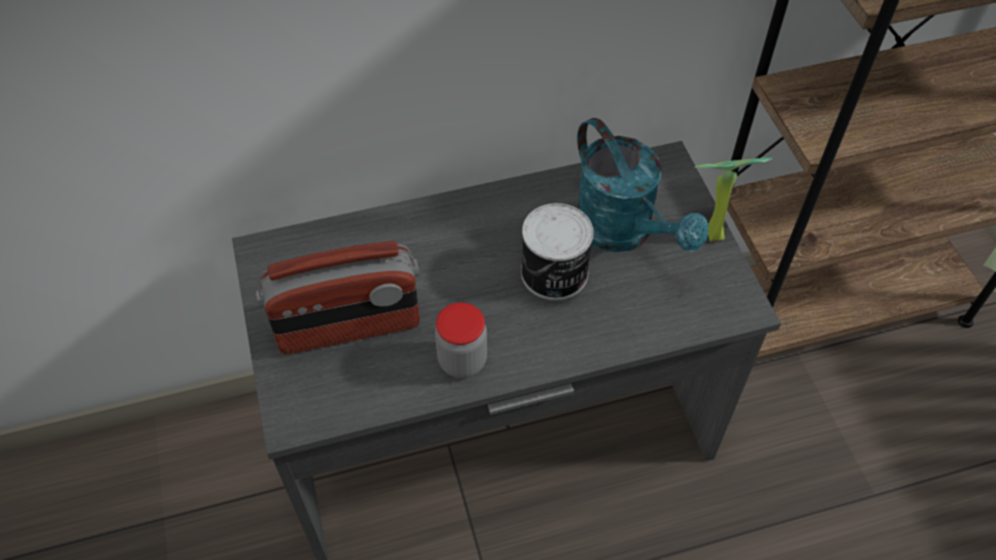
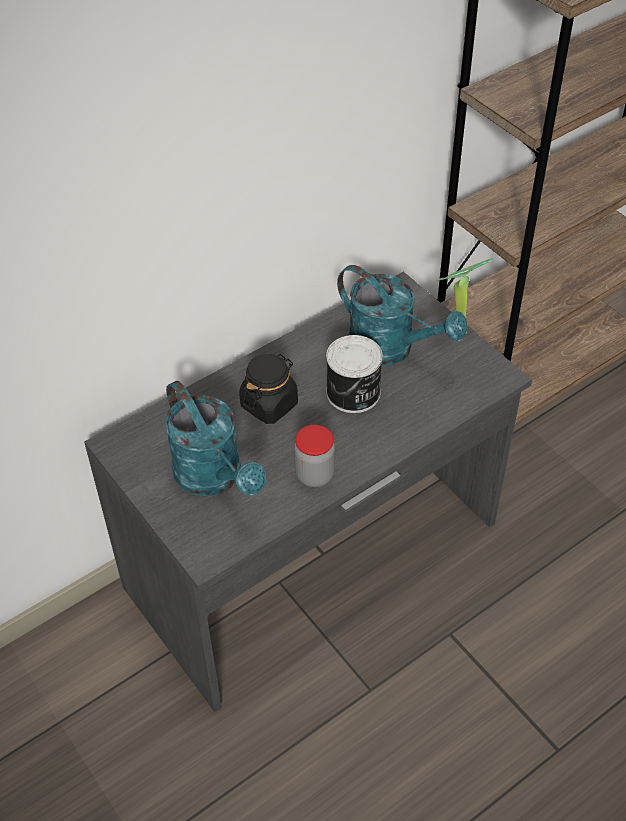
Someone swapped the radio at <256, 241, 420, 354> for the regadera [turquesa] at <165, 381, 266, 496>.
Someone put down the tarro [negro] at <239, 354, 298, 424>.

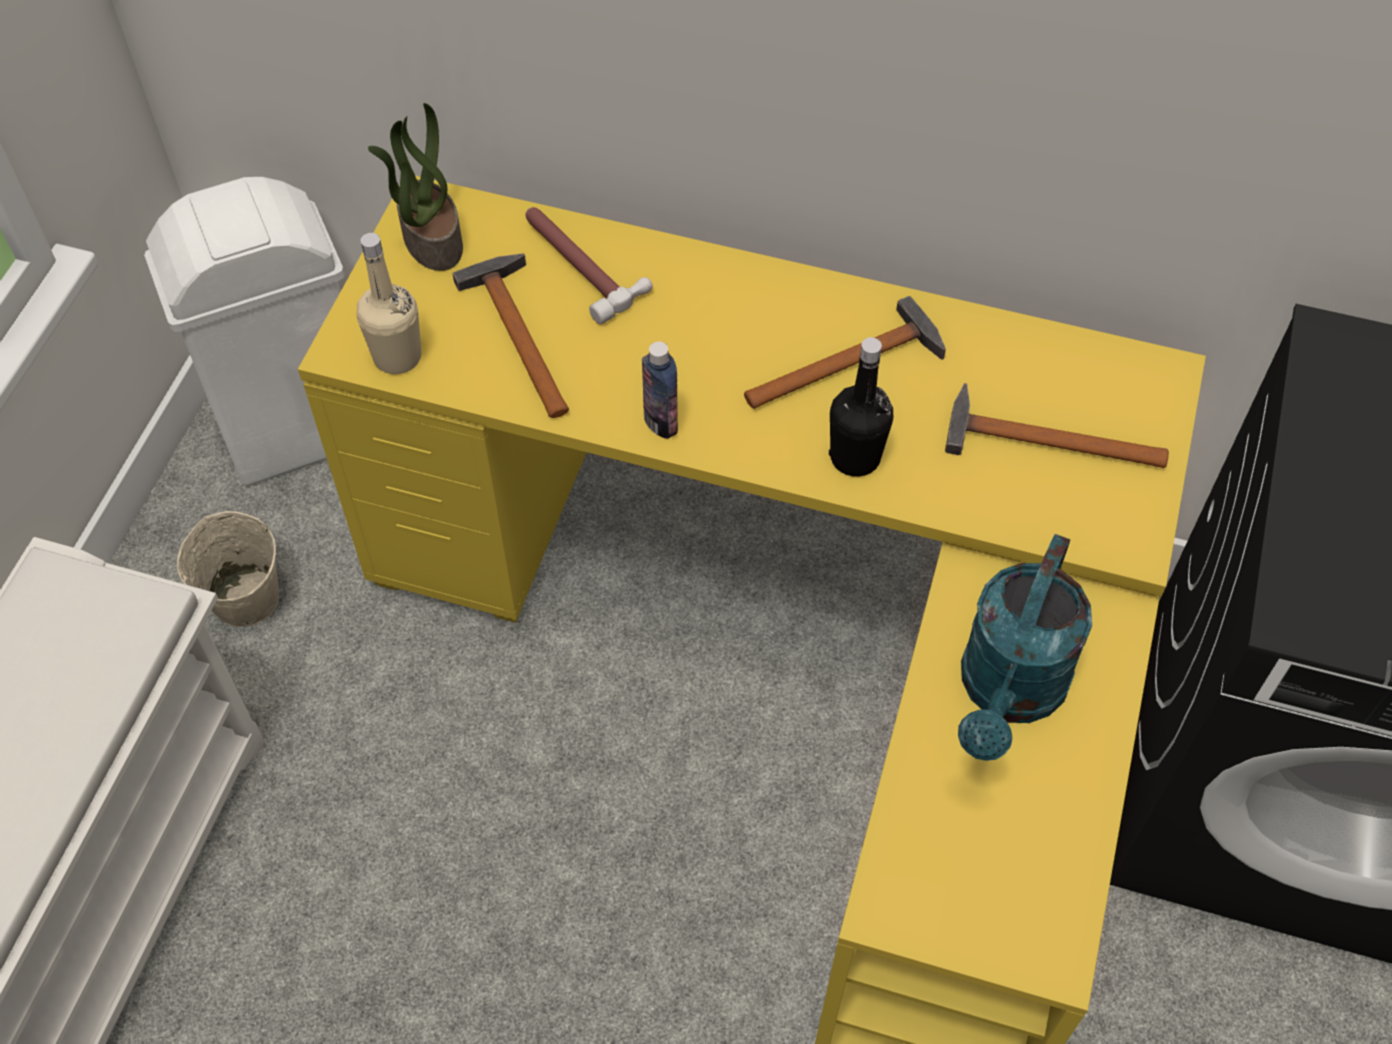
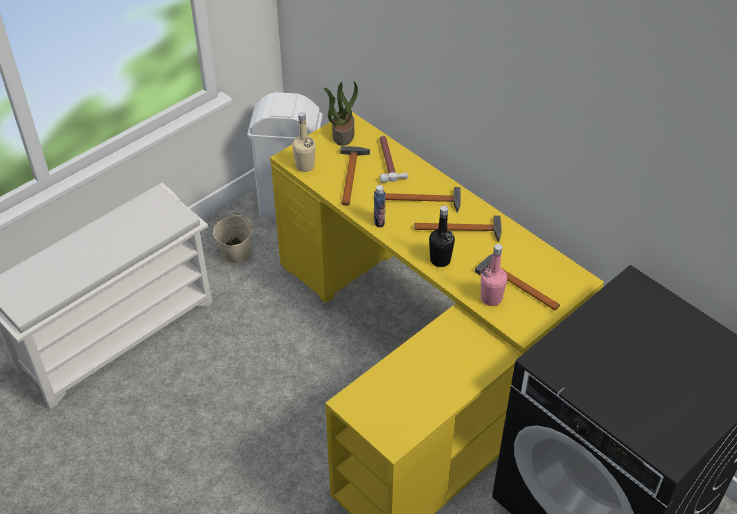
Someone took away the regadera [turquesa] at <958, 534, 1092, 761>.
Someone put down the martillo at <385, 187, 461, 213>.
Someone put down the botella [rosa] at <481, 244, 507, 306>.

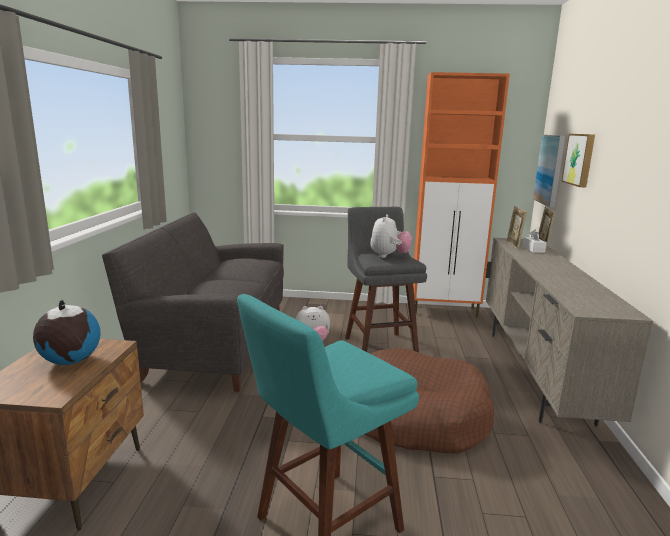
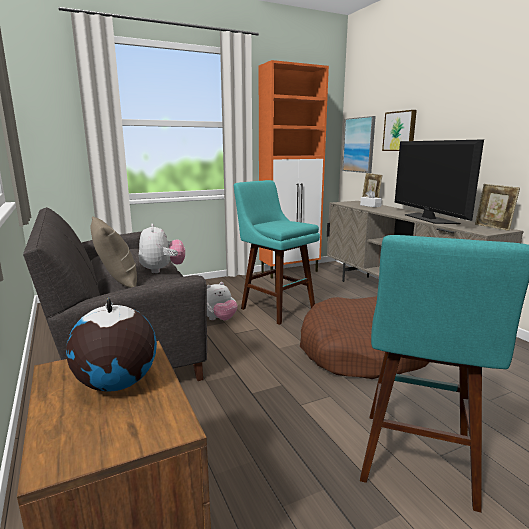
Someone repainted the taburete [gris] at <345, 207, 427, 353>, which became the taburete [turquesa] at <234, 180, 320, 325>.
Someone carried the peluche from <370, 214, 412, 258> to <139, 223, 185, 273>.
Someone carried the portarretratos from <506, 206, 527, 249> to <475, 184, 520, 231>.
Someone put down the cojín [beis] at <91, 216, 137, 288>.
Someone put down the televisor at <395, 139, 484, 224>.

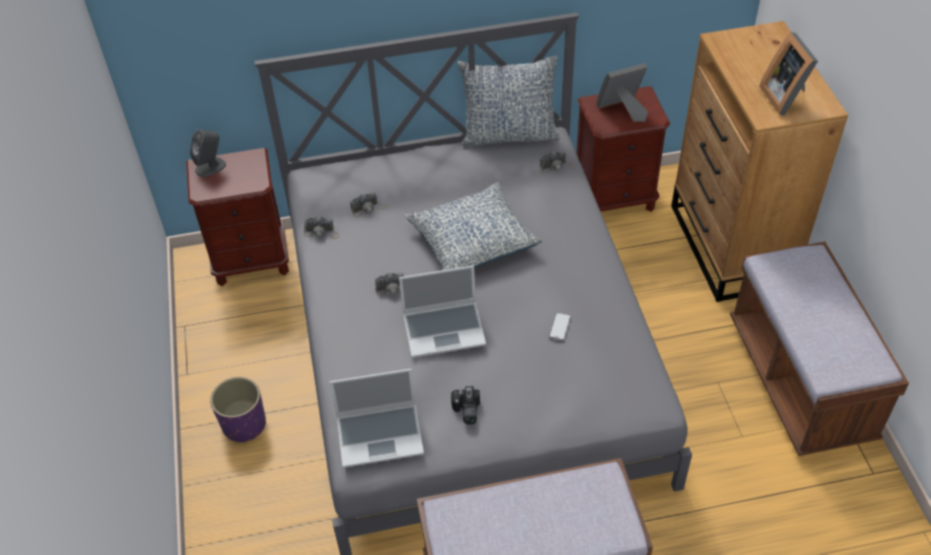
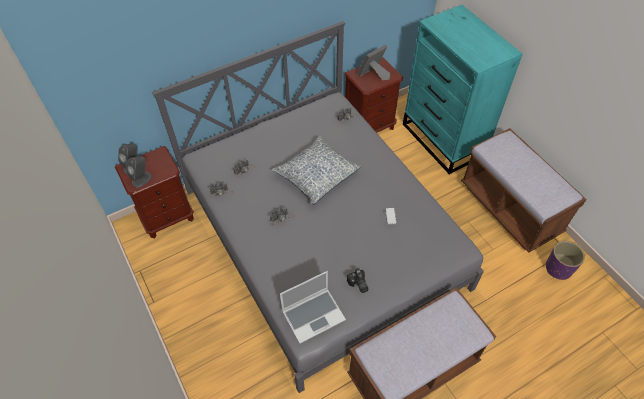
Someone carried the maceta [morado] from <210, 377, 266, 443> to <546, 241, 585, 280>.
Someone took away the portátil at <399, 265, 486, 358>.
Someone took away the cojín at <457, 55, 560, 146>.
Someone repainted the cómoda [marrón] at <671, 21, 848, 302>, which became the cómoda [turquesa] at <403, 5, 522, 174>.
Someone took away the portarretratos at <759, 32, 818, 115>.
Someone put down the altavoz [gris] at <127, 156, 152, 187>.

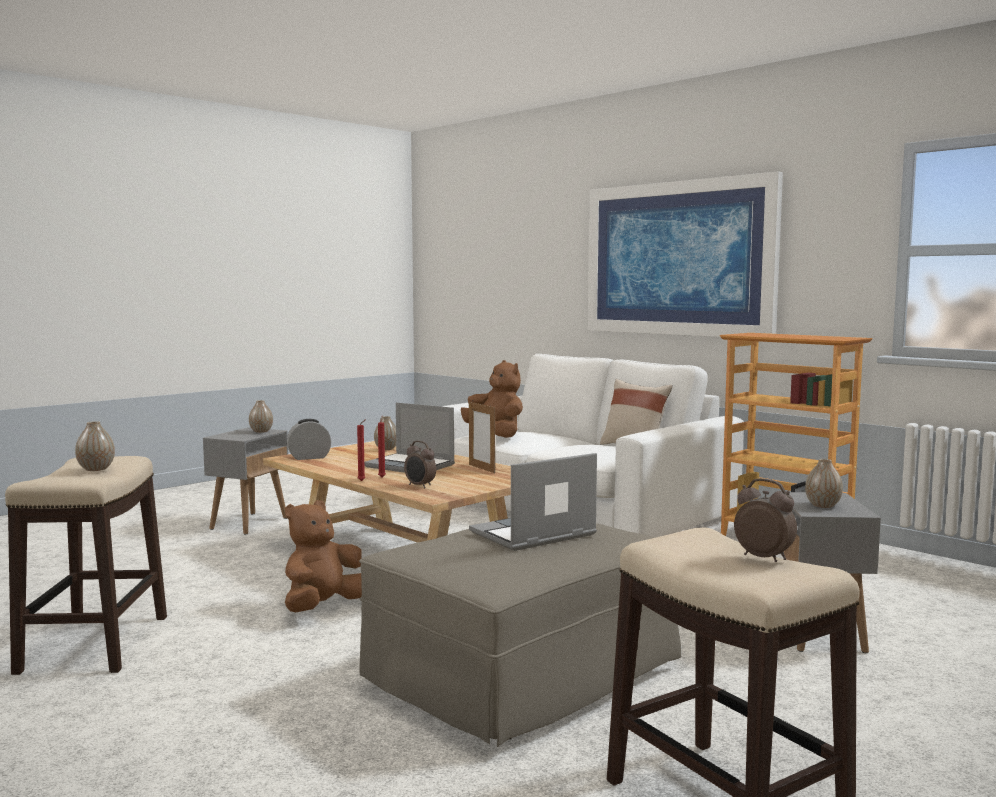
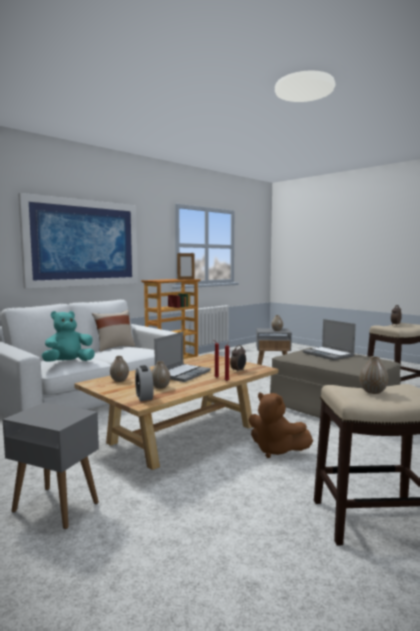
Someone carried the florero from <249, 400, 273, 433> to <152, 361, 170, 389>.
Someone repainted the peluche [marrón] at <461, 360, 523, 438>, which became the peluche [turquesa] at <42, 311, 95, 362>.
Someone carried the portarretratos from <469, 400, 495, 473> to <177, 252, 195, 280>.

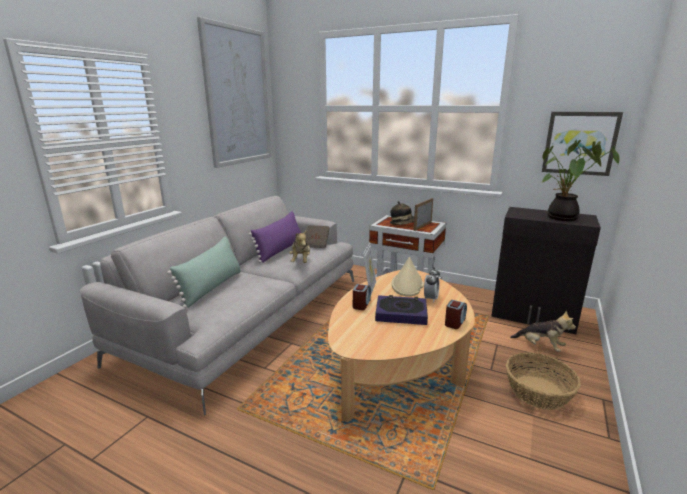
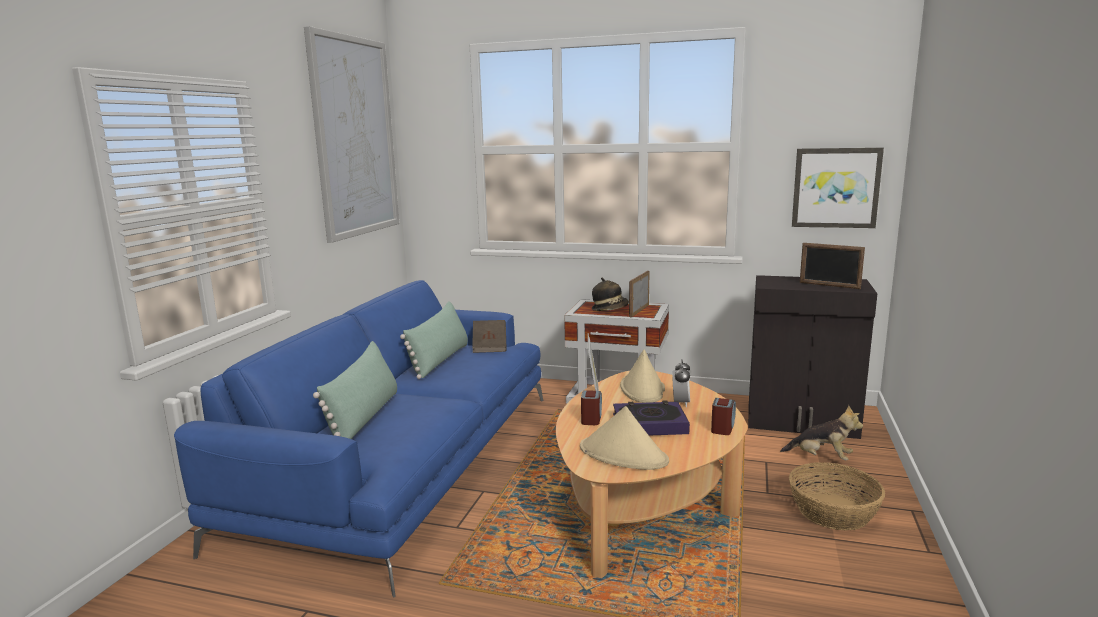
Someone repainted the sofá [gris] at <80, 196, 354, 415>, which became the sofá [azul] at <174, 280, 543, 598>.
Someone repainted the cojín [morado] at <249, 211, 301, 263>, which became the cojín [verde] at <400, 301, 468, 379>.
Someone took away the peluche at <289, 230, 310, 263>.
Someone swapped the planta en maceta at <542, 140, 620, 221> for the portarretratos at <800, 243, 865, 289>.
Someone put down the sombrero [beis] at <580, 406, 669, 470>.

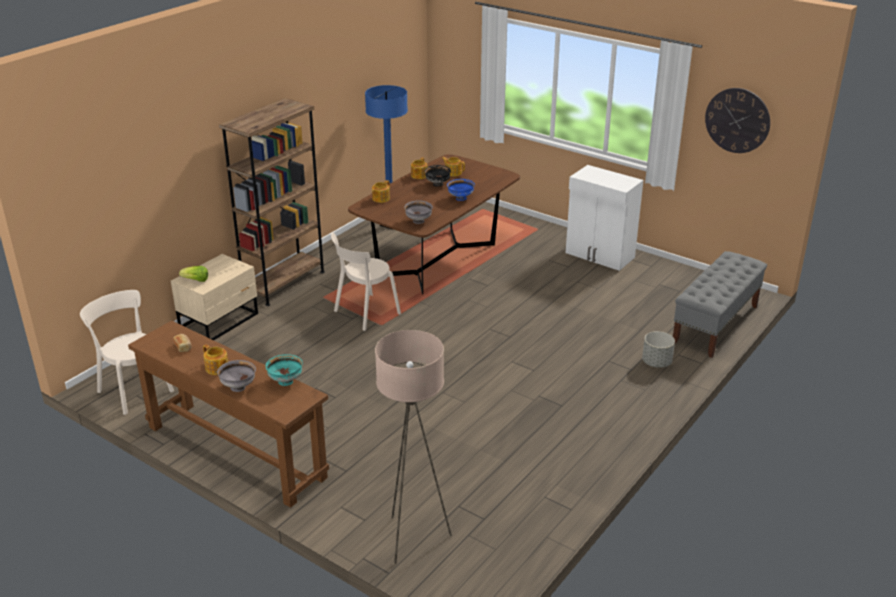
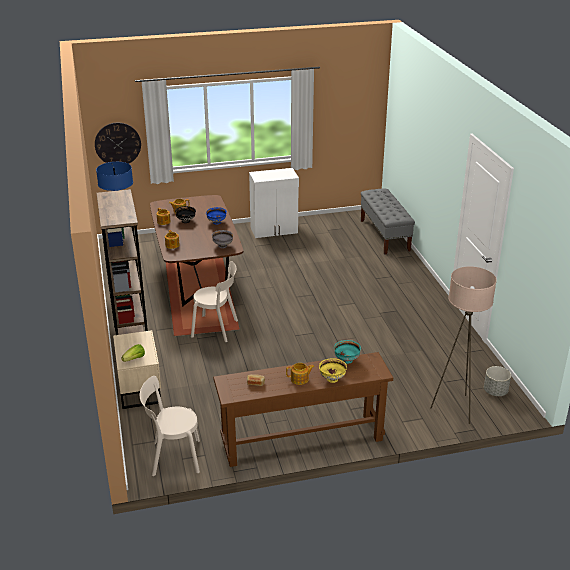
Someone repainted the cuenco [gris] at <217, 360, 256, 392>, which became the cuenco [amarillo] at <319, 358, 347, 383>.
Someone rotated the silla [beis] at <331, 232, 401, 331> by 75 degrees counterclockwise.
Someone carried the maceta [gris] from <642, 331, 675, 368> to <484, 366, 511, 396>.
Someone carried the reloj de pared from <705, 88, 770, 153> to <95, 123, 141, 164>.

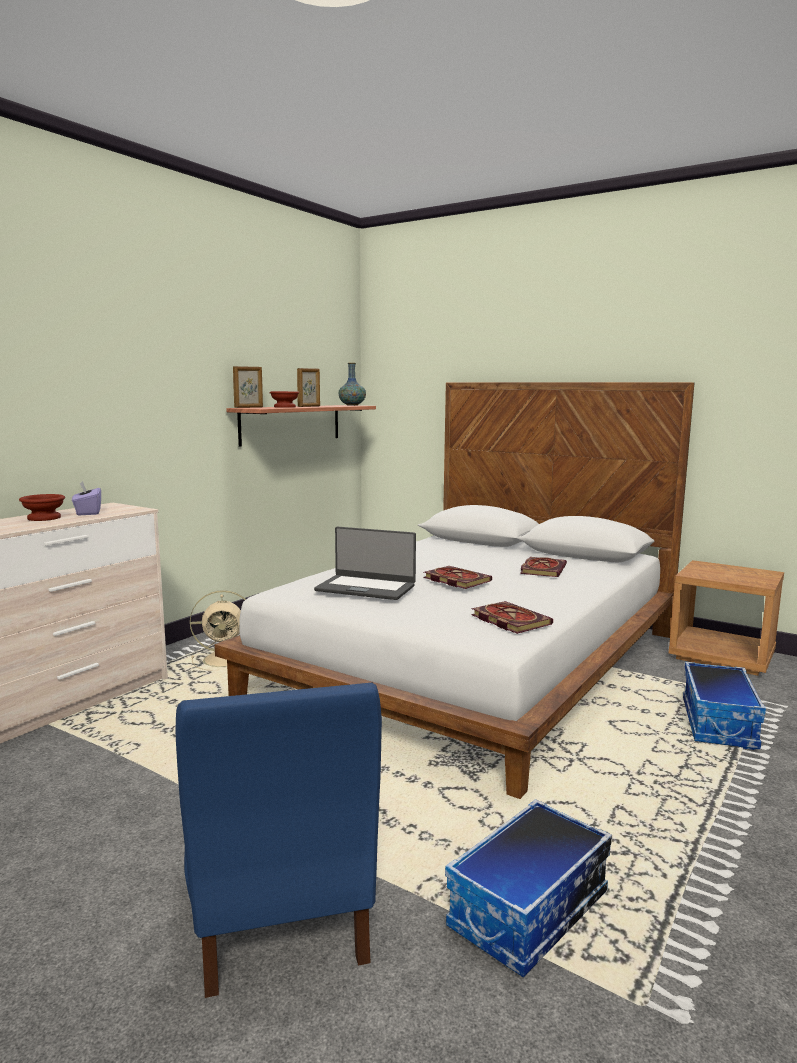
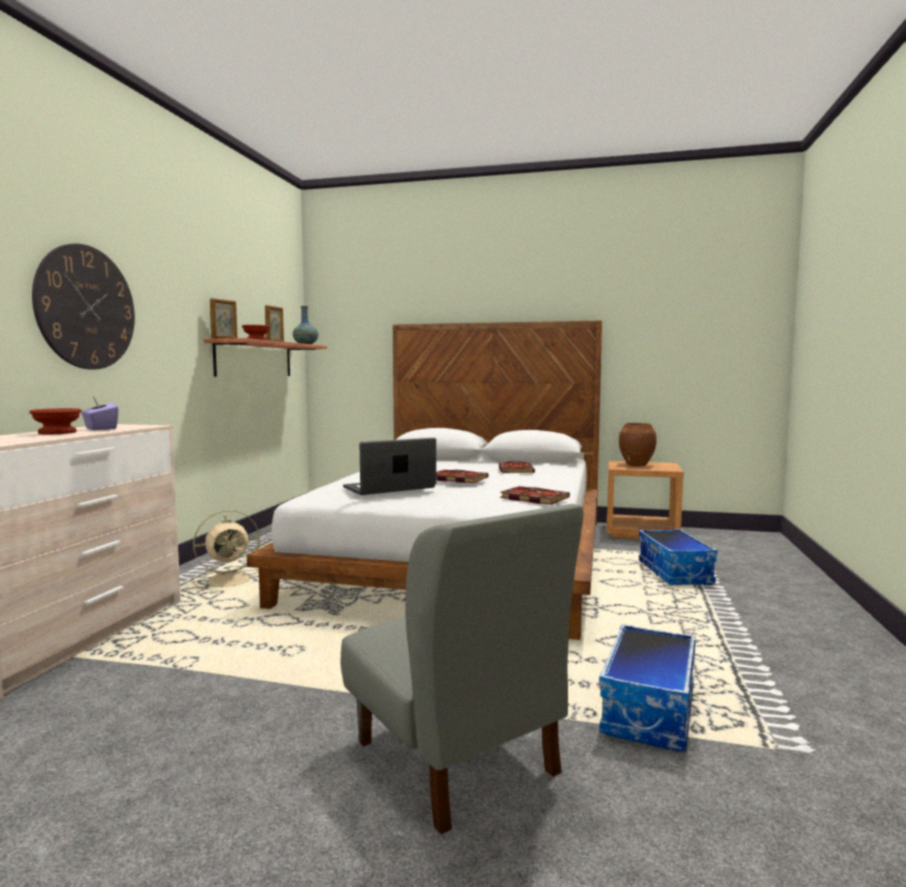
Someone repainted the silla [azul] at <176, 683, 382, 998>, which became the silla [gris] at <340, 504, 584, 835>.
Someone rotated the portátil at <314, 527, 416, 600> by 150 degrees clockwise.
Someone put up the reloj de pared at <32, 244, 135, 369>.
Someone put down the florero [marrón] at <619, 423, 657, 466>.

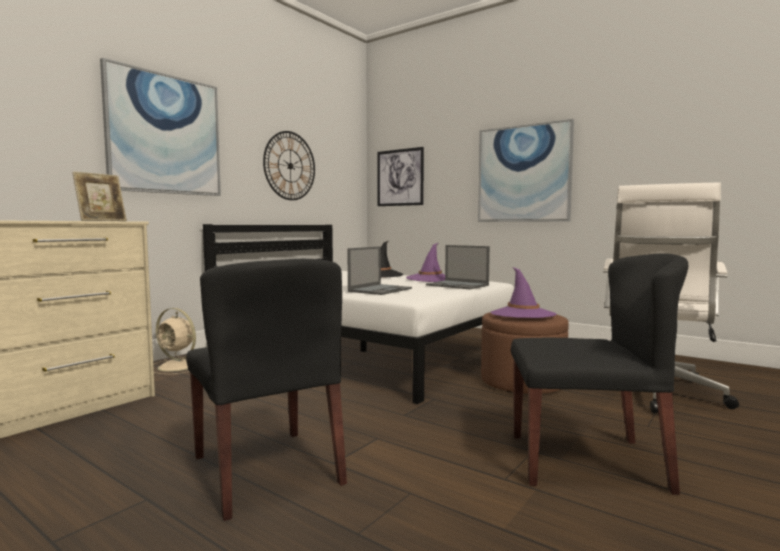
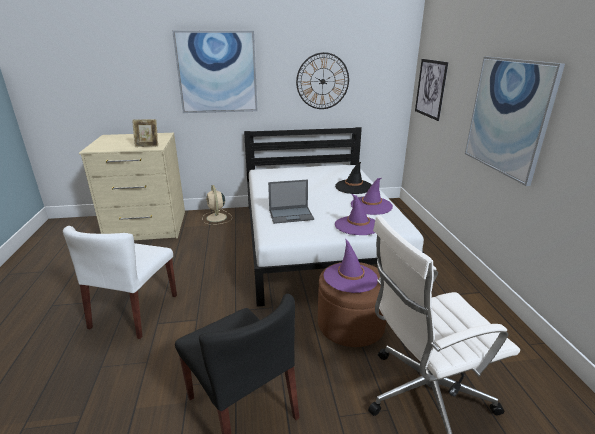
Someone repainted the silla [negro] at <186, 259, 347, 521>, which became the silla [blanco] at <63, 226, 177, 339>.
Someone swapped the portátil at <426, 245, 490, 289> for the sombrero [morado] at <335, 194, 375, 235>.

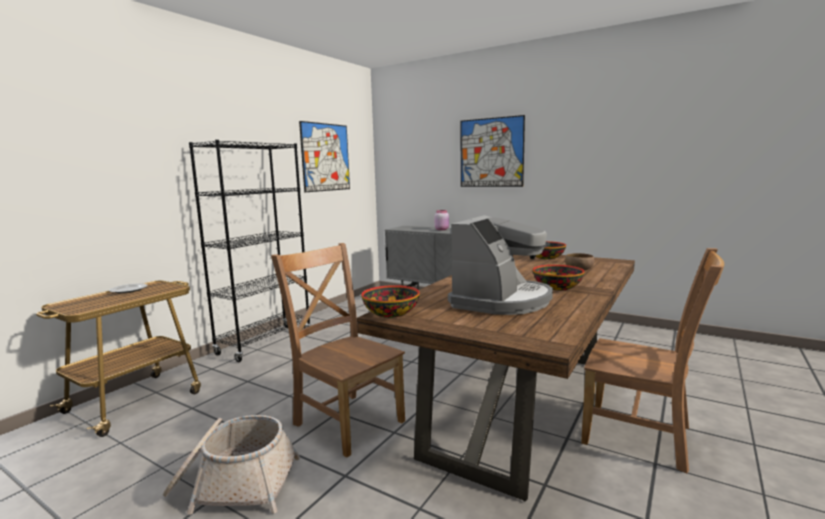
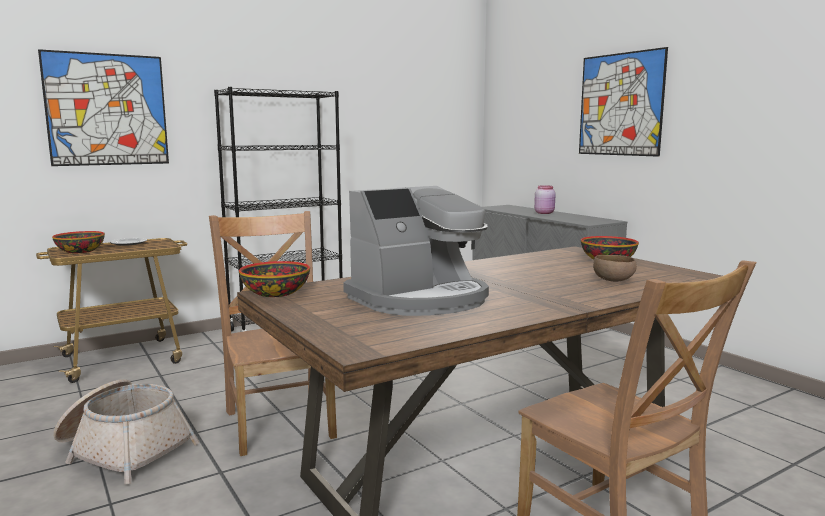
Someone carried the cuadro from <299, 121, 350, 192> to <38, 49, 169, 166>.
Someone carried the cuenco from <533, 265, 585, 290> to <52, 231, 105, 253>.

